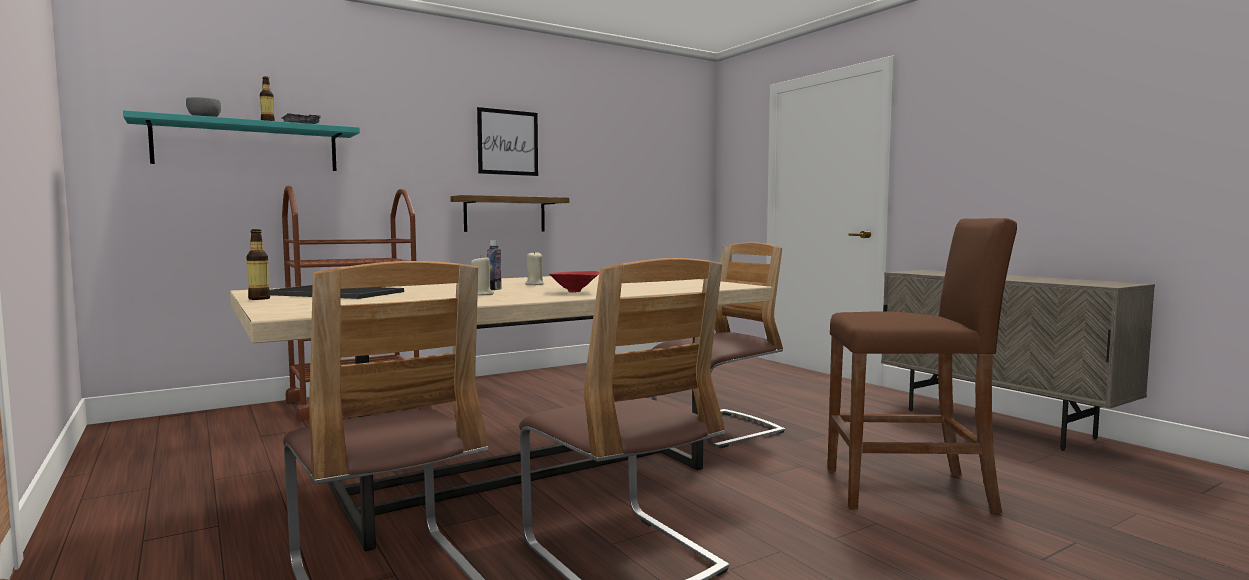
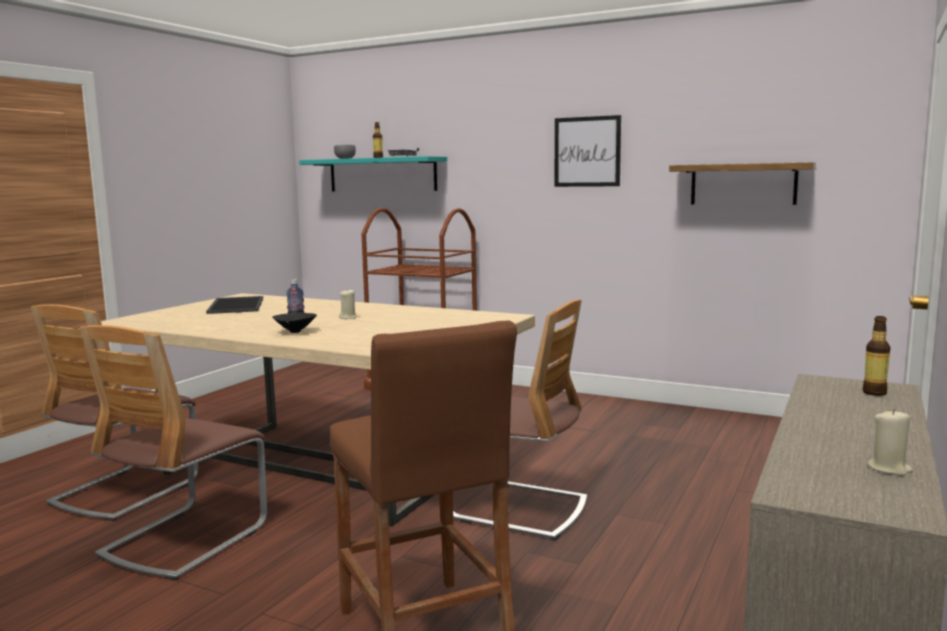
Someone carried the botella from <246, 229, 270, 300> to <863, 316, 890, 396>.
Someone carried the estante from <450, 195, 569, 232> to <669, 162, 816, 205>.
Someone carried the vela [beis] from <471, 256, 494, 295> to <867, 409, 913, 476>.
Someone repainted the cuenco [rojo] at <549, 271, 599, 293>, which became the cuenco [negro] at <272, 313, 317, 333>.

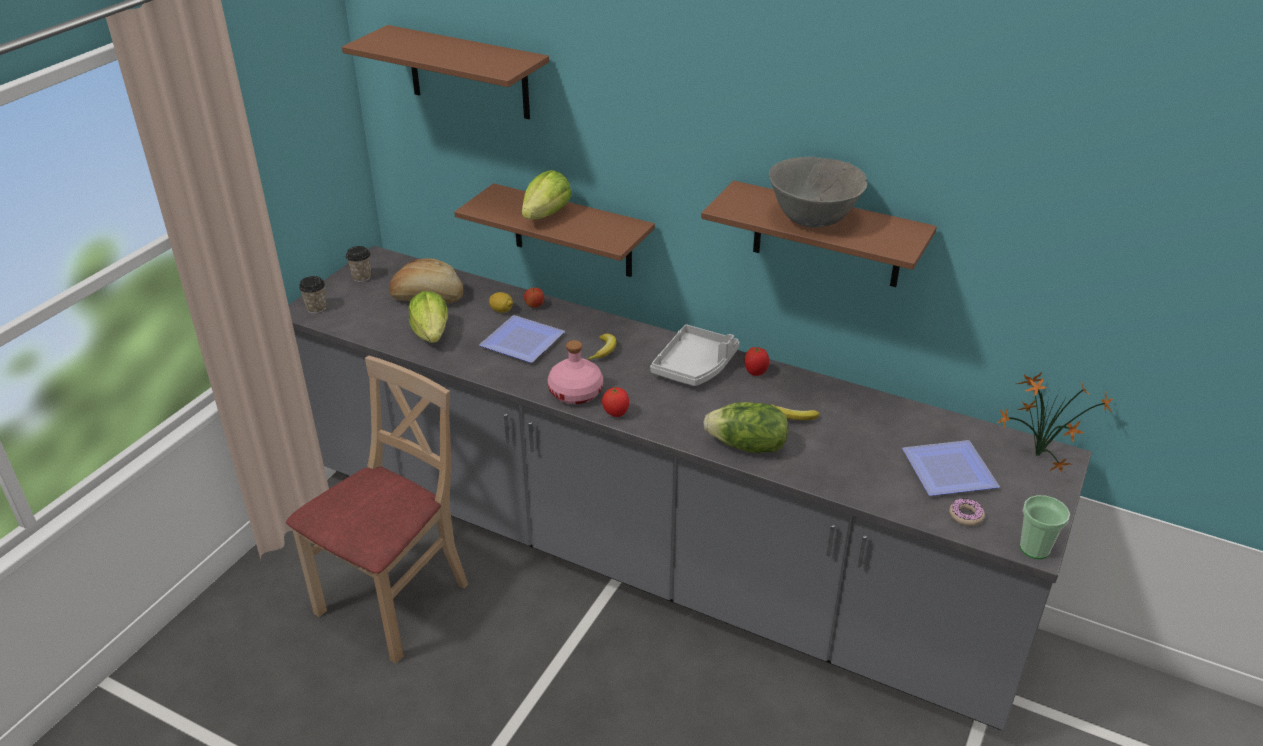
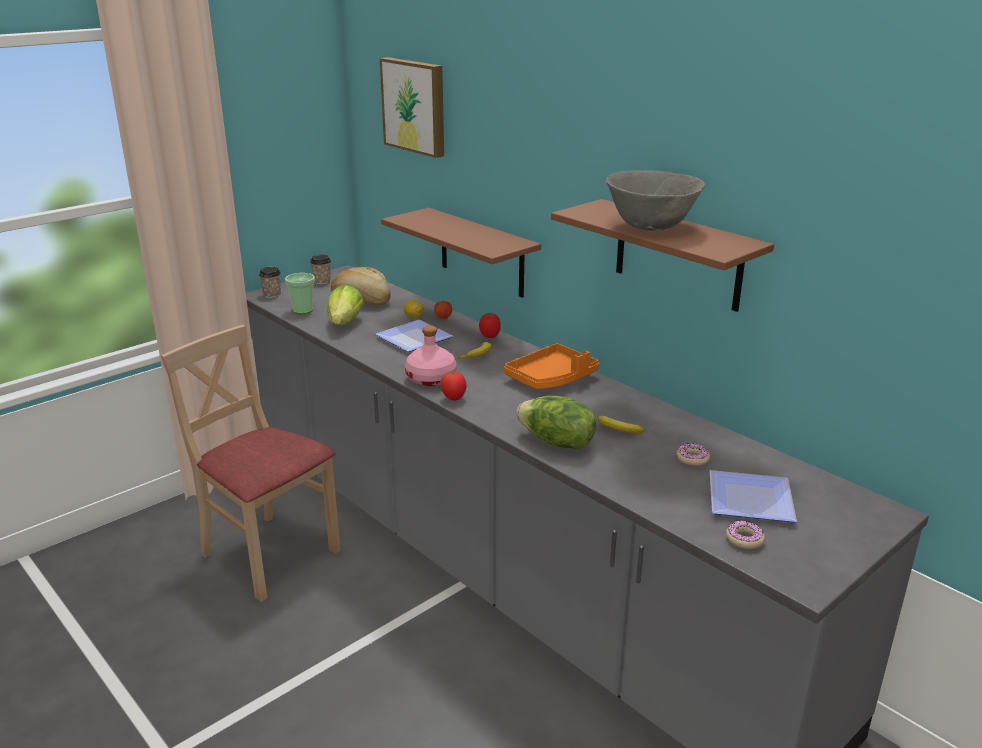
Someone rotated the silla [beis] at <286, 356, 468, 663> by 105 degrees counterclockwise.
Someone swapped the estante [marrón] at <342, 25, 549, 119> for the cuadro at <380, 57, 444, 158>.
Someone took away the lechuga at <522, 170, 572, 219>.
Someone repainted the bandeja [gris] at <650, 324, 740, 386>, which became the bandeja [naranja] at <504, 343, 599, 389>.
Someone carried the tomate from <745, 347, 769, 376> to <479, 313, 501, 338>.
Someone took away the planta en maceta at <998, 372, 1113, 472>.
Someone carried the taza from <1020, 495, 1070, 559> to <285, 273, 315, 314>.
Someone put down the rosquilla at <677, 443, 710, 466>.

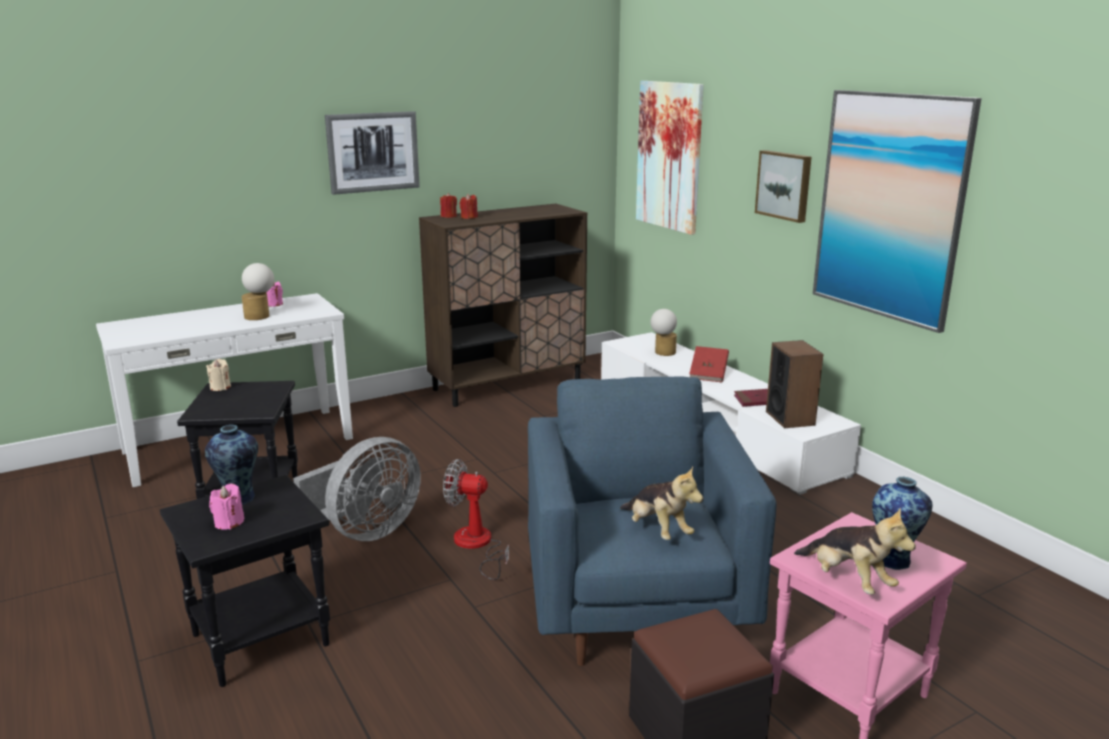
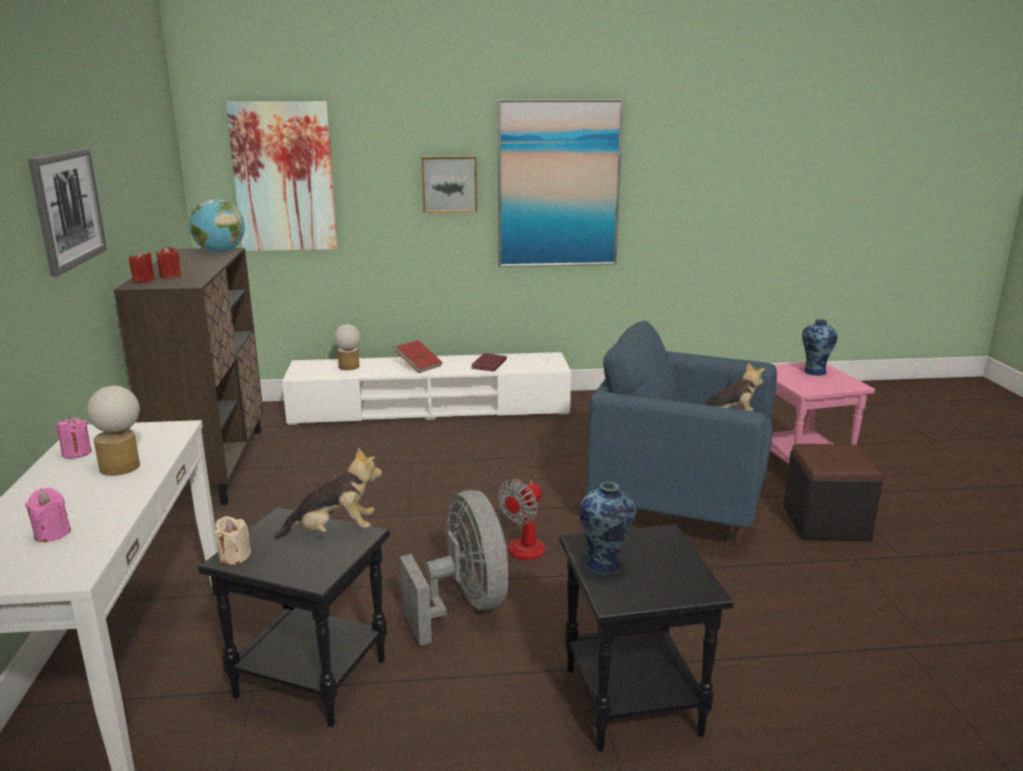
Someone carried the vela [rosa] from <209, 484, 245, 530> to <25, 488, 71, 542>.
Someone took away the altavoz at <766, 340, 823, 428>.
Someone carried the peluche from <794, 508, 916, 594> to <274, 447, 382, 540>.
Someone put down the globo terráqueo at <189, 199, 245, 253>.

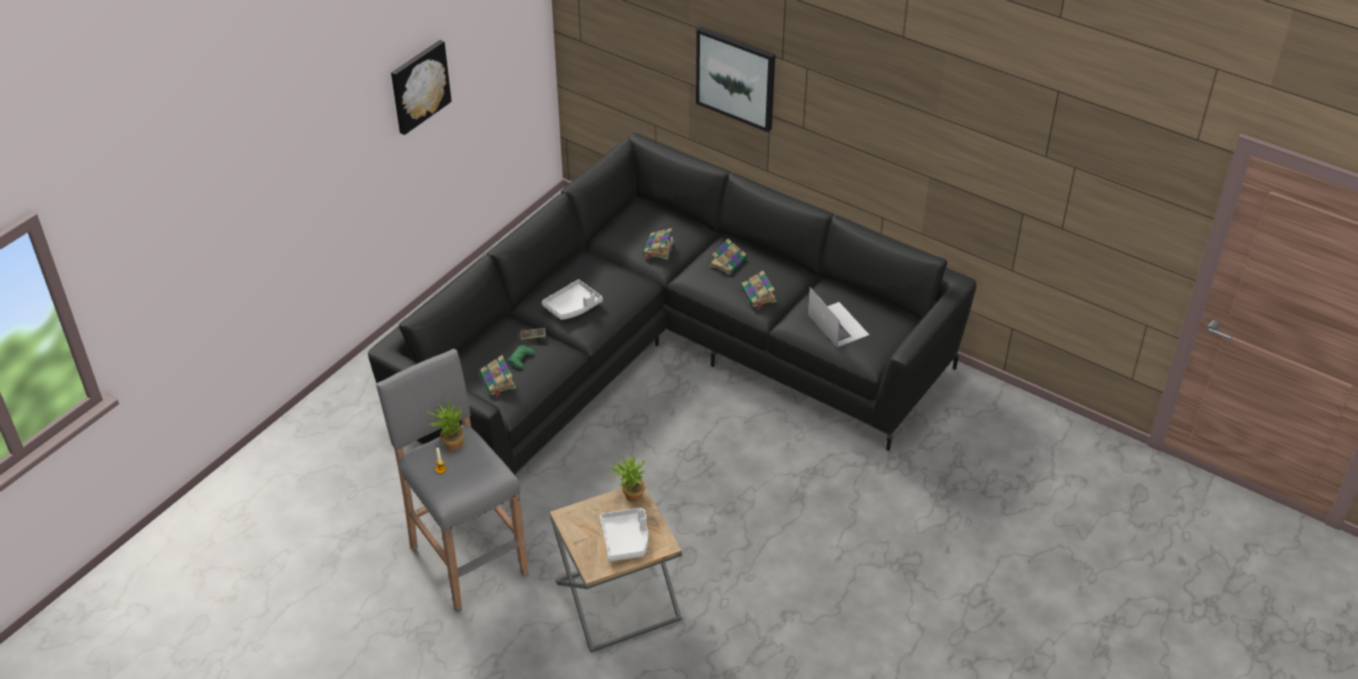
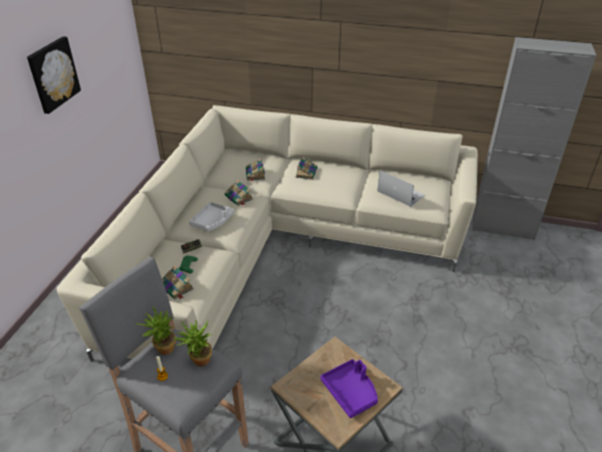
Someone repainted the sofá [negro] at <368, 133, 976, 475>, which became the sofá [beis] at <57, 105, 478, 362>.
Someone repainted the bandeja [gris] at <600, 508, 648, 561>, which became the bandeja [morado] at <320, 359, 378, 418>.
Someone carried the planta en maceta from <610, 454, 646, 502> to <174, 320, 213, 367>.
Someone took away the cuadro at <696, 27, 775, 132>.
Someone carried the libro from <741, 271, 776, 308> to <225, 180, 253, 206>.
Someone put down the armario [gris] at <473, 37, 596, 240>.

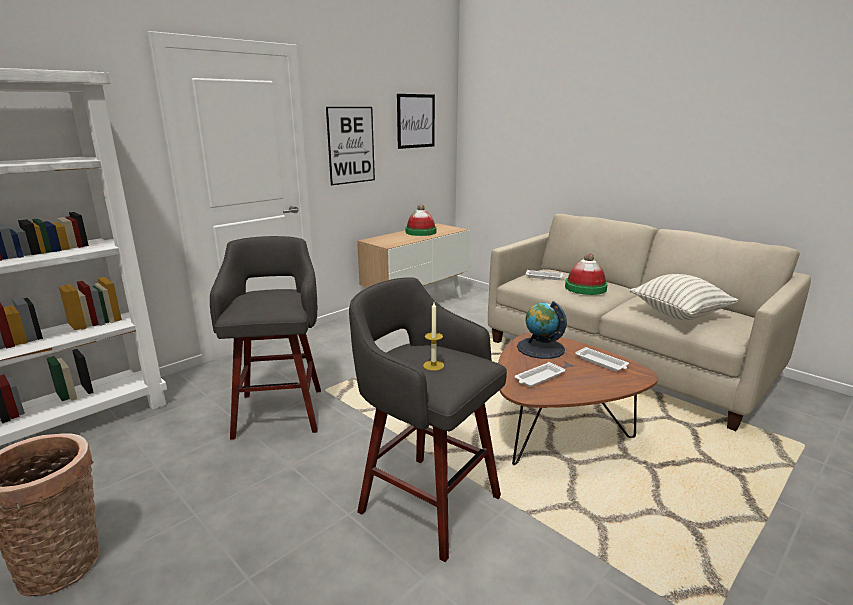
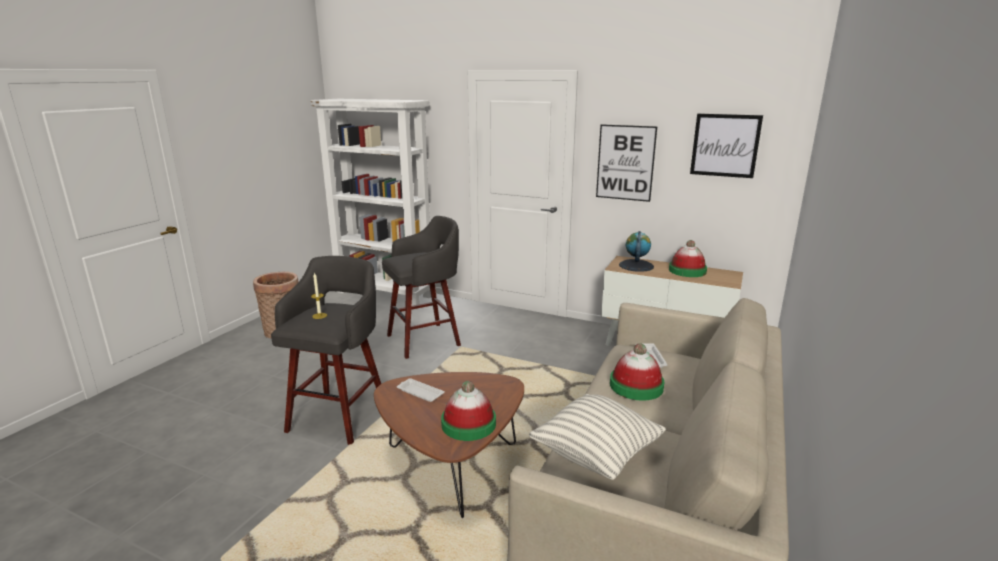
Someone carried the globo terráqueo from <517, 301, 567, 359> to <619, 231, 654, 272>.
Someone swapped the bandeja [blanco] at <575, 347, 629, 372> for the sombrero at <441, 381, 496, 441>.

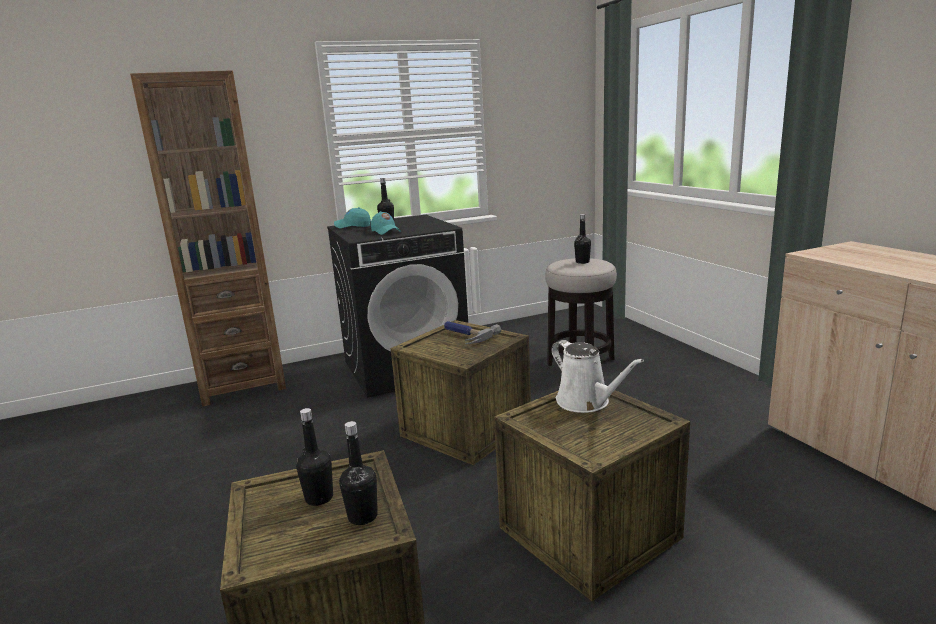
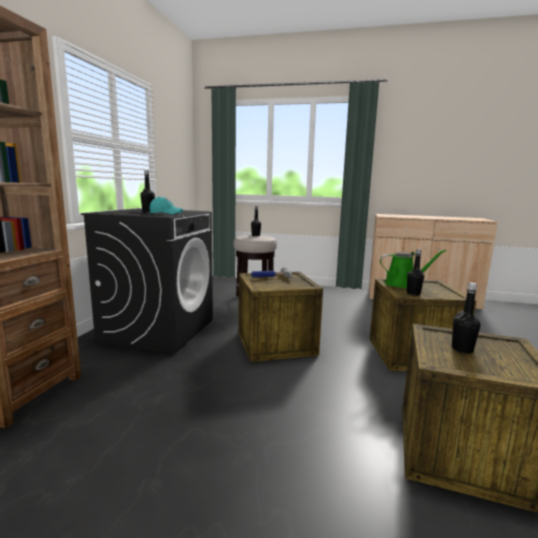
Someone took away the gorra [turquesa] at <334, 207, 371, 228>.
Someone carried the botella [negro] from <339, 421, 378, 525> to <406, 249, 424, 296>.
Someone repainted the regadera [blanco] at <551, 340, 644, 413>, which became the regadera [verde] at <380, 250, 446, 288>.

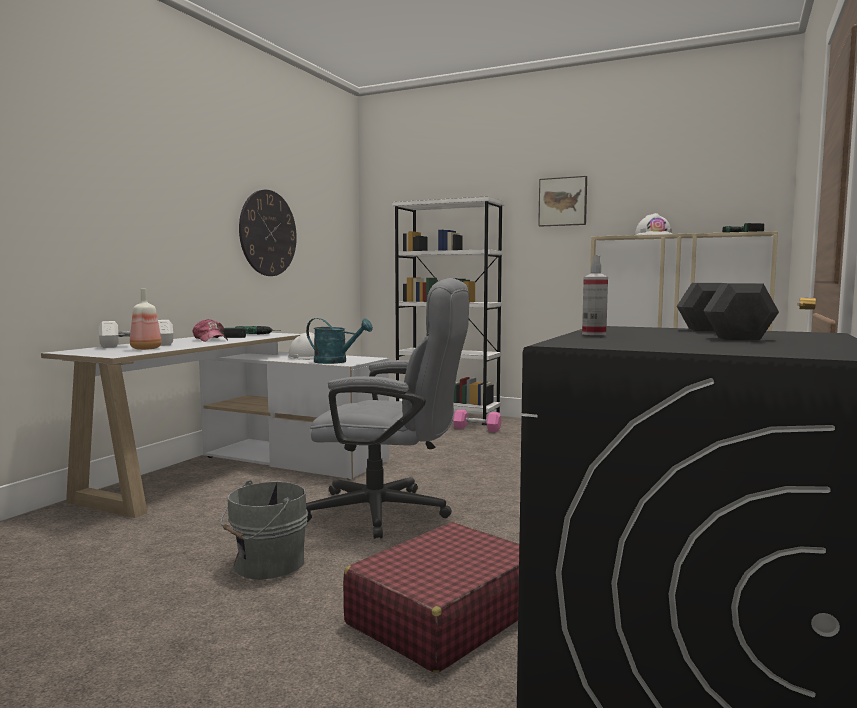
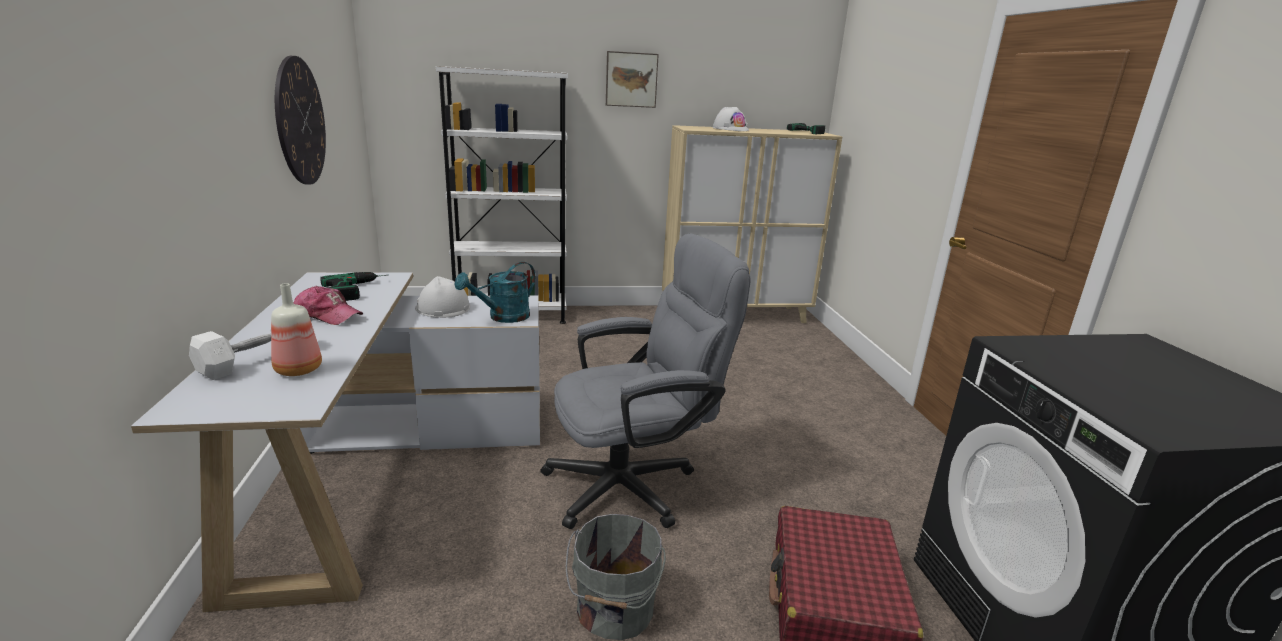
Someone rotated the regadera [turquesa] at <306, 318, 373, 364> by 150 degrees clockwise.
Someone took away the mancuerna [rosa] at <453, 409, 502, 432>.
Someone took away the pulverizador at <582, 255, 608, 335>.
Someone took away the mancuerna [gris] at <677, 283, 779, 340>.

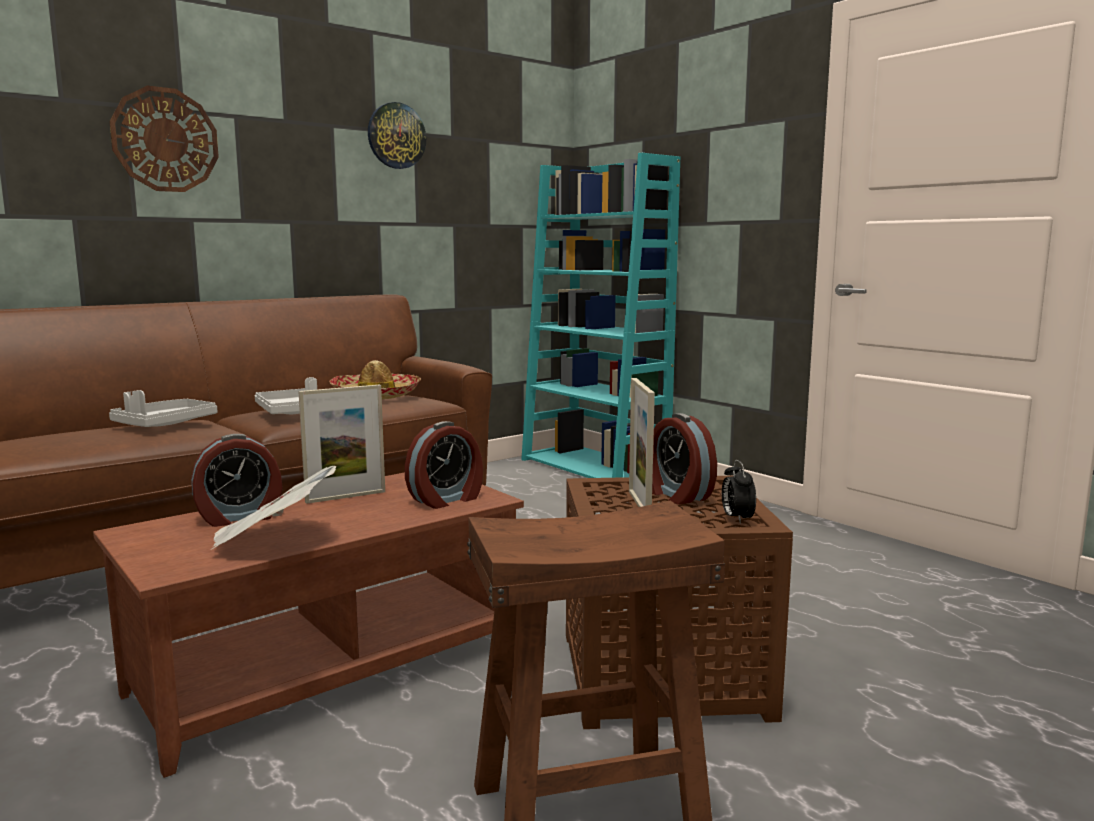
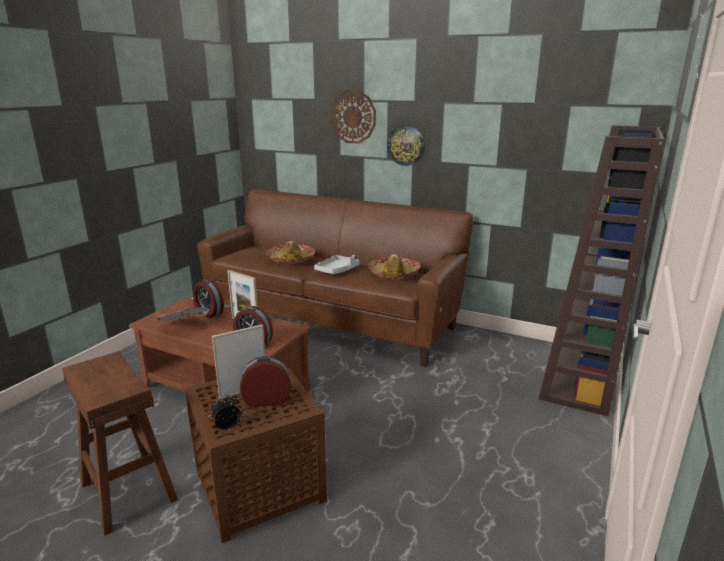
Someone swapped the bandeja [gris] at <109, 390, 217, 427> for the sombrero at <266, 241, 315, 264>.
Someone carried the reloj de pared from <368, 102, 426, 169> to <387, 125, 425, 166>.
Someone repainted the estantería [turquesa] at <521, 153, 680, 478>, which became the estantería [marrón] at <539, 125, 665, 417>.
Someone rotated the despertador at <652, 413, 717, 505> by 45 degrees clockwise.

